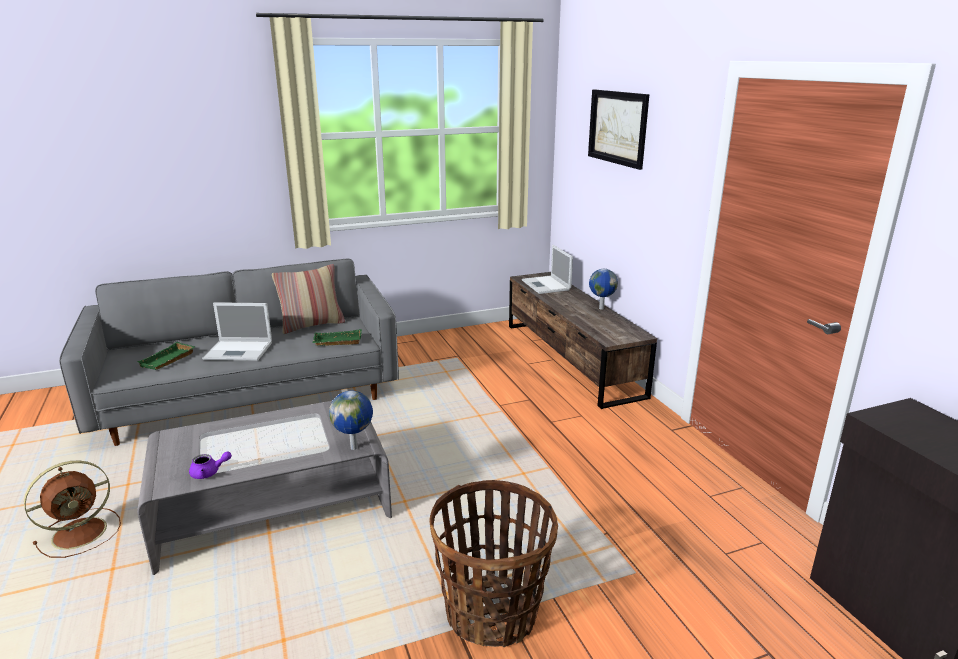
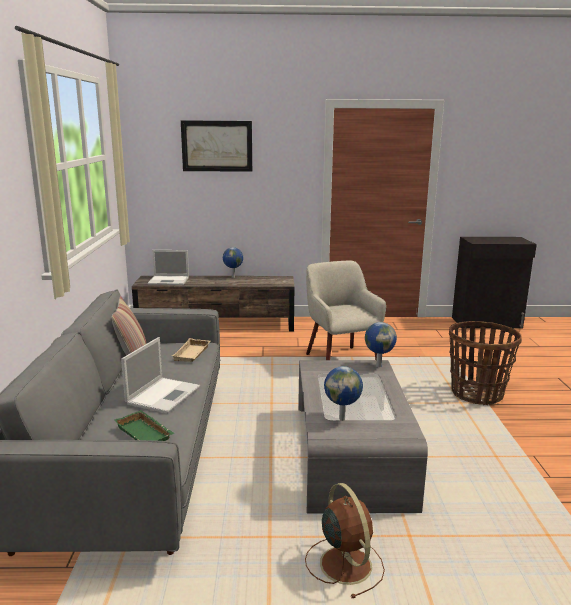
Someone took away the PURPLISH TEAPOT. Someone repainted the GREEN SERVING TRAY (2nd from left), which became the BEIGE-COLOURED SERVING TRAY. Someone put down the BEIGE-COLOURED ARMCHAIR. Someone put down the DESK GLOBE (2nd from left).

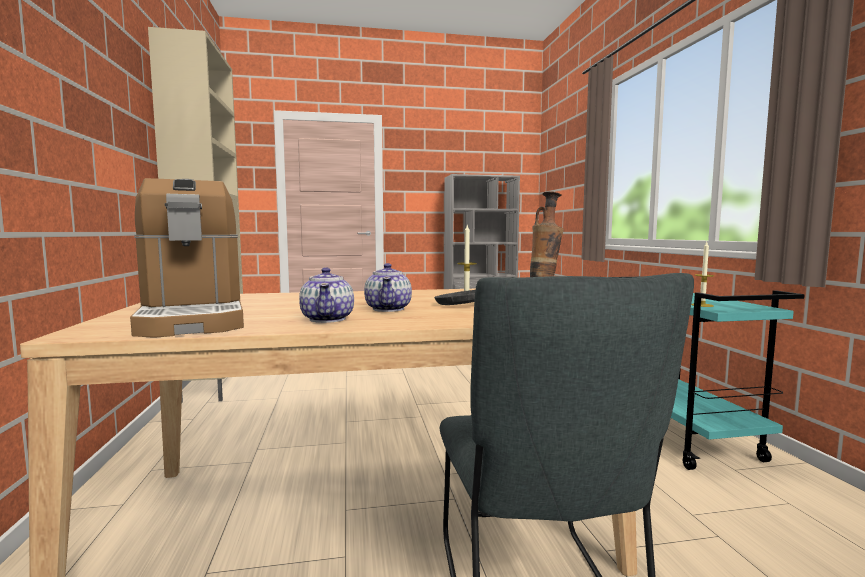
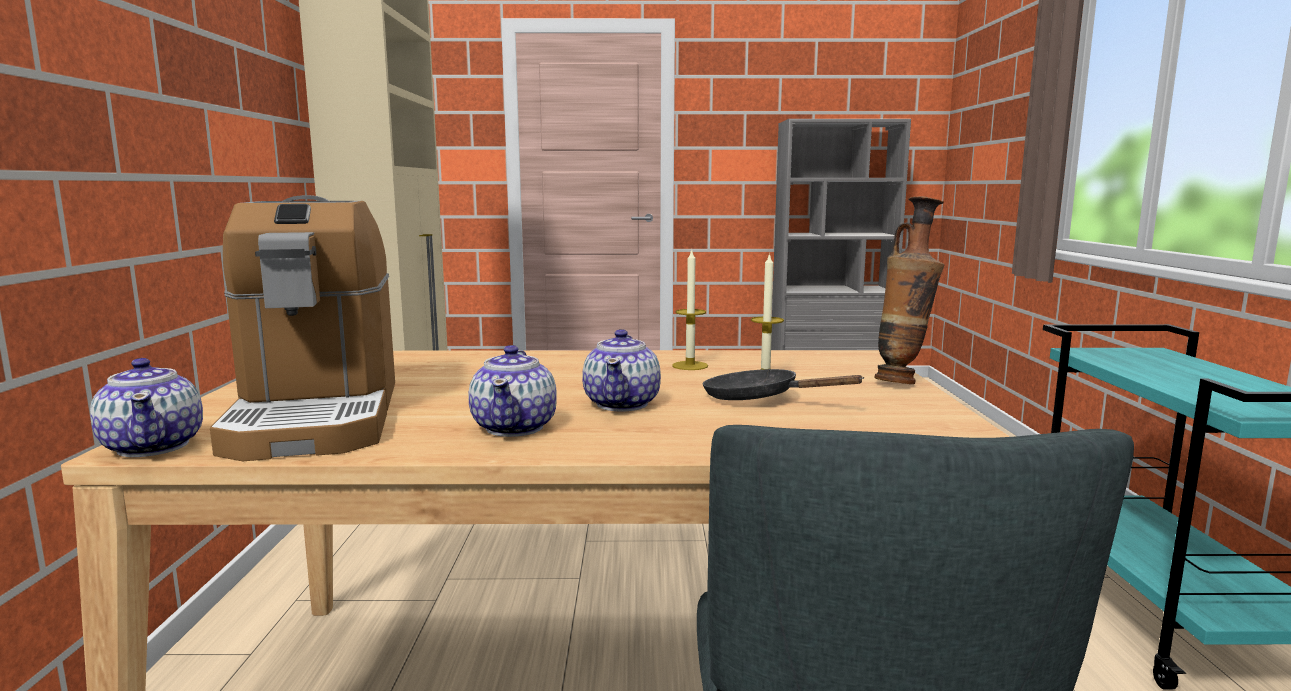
Someone carried the CANDLE (2nd from left in the first image). Someone put down the TEAPOT (1st from left).

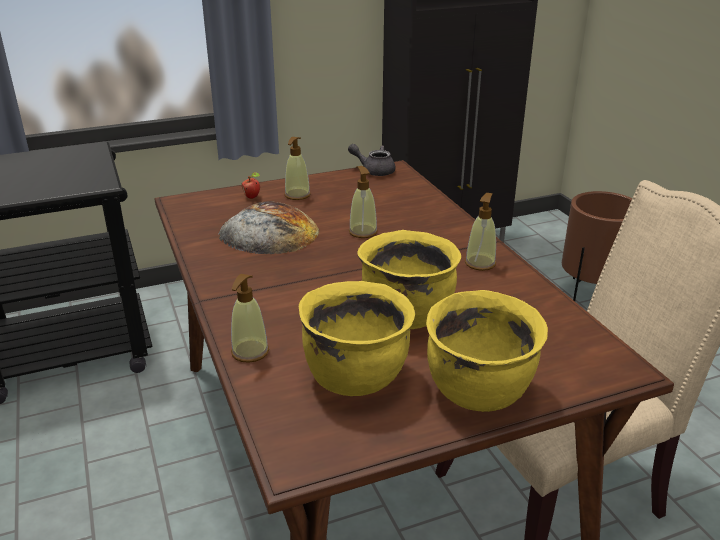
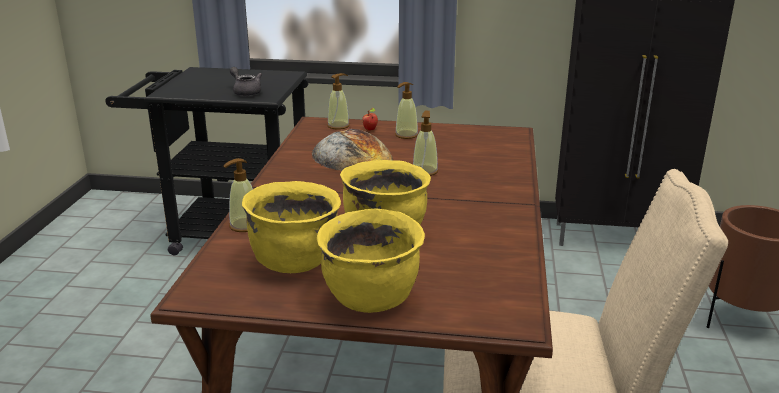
Someone carried the GREYISH TEAPOT. Someone carried the SOAP DISPENSER (4th from left in the first image).

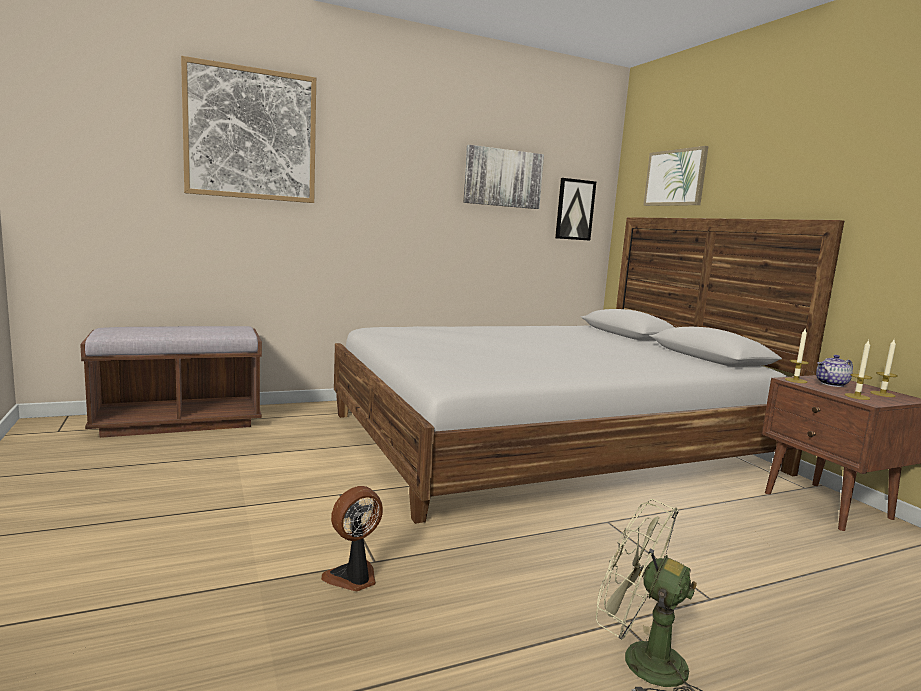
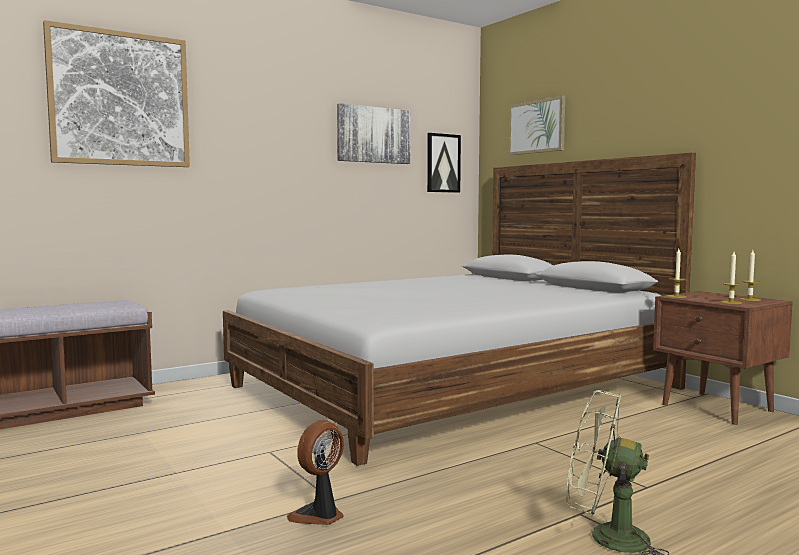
Someone took away the TEAPOT.

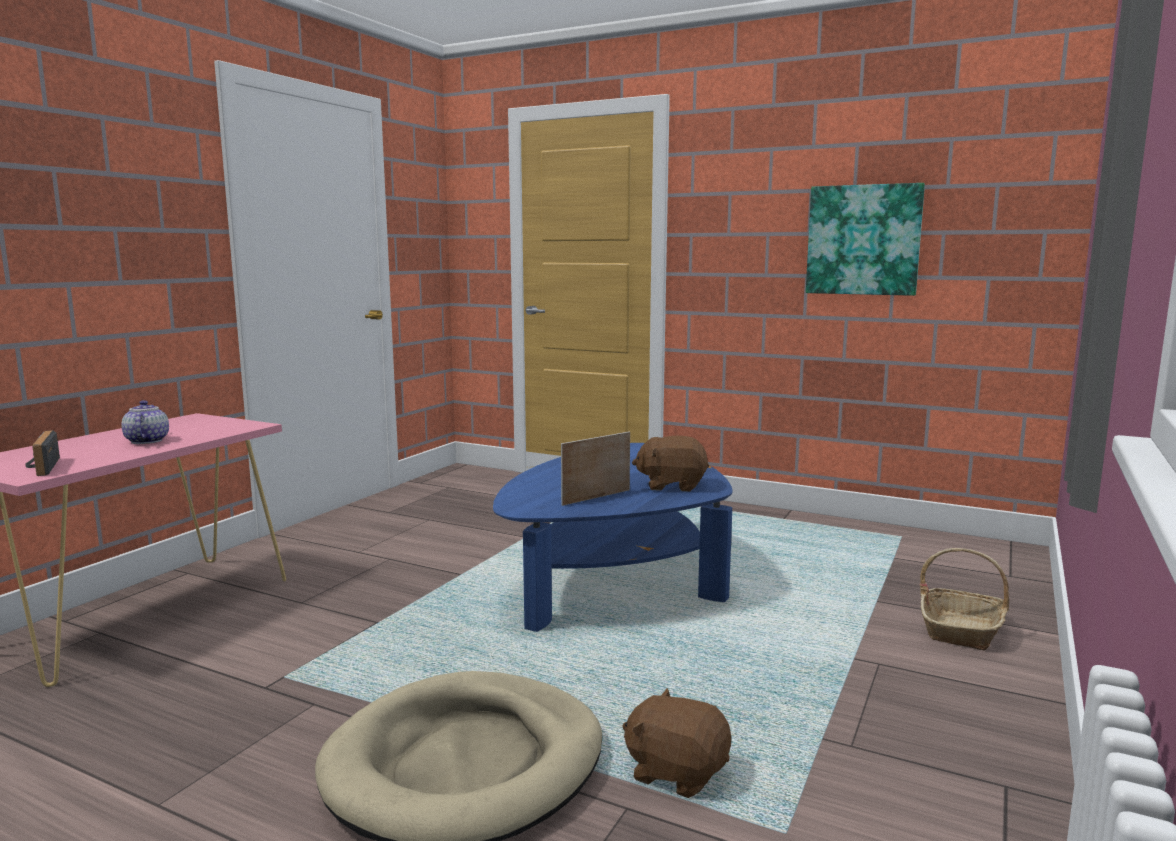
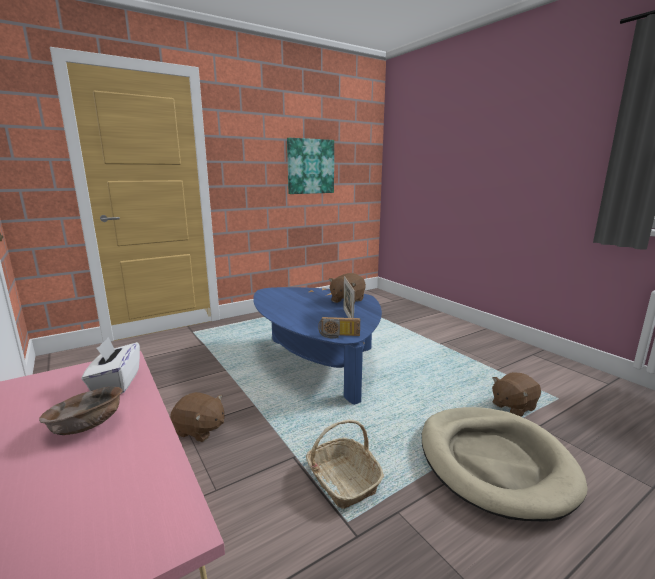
Someone carried the RADIO. Someone swapped the TEAPOT for the BROWN-COLOURED DEEP DISH. Someone carried the BASKET. Someone put down the WHITE-COLOURED BOX OF TISSUES. Someone put down the BROWN-COLOURED CUDDLY TOY (1st from left).

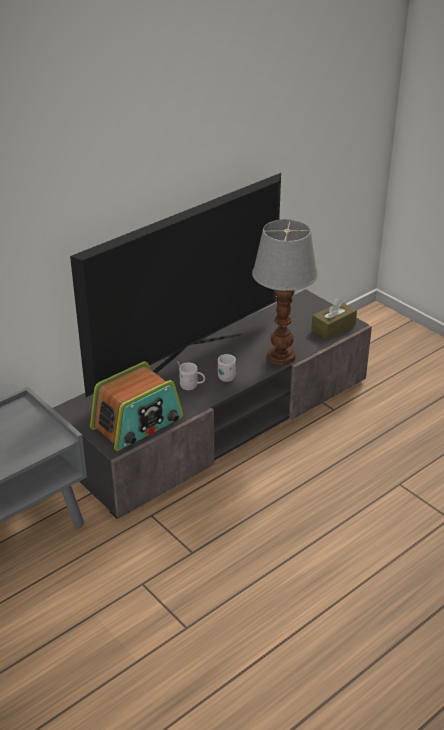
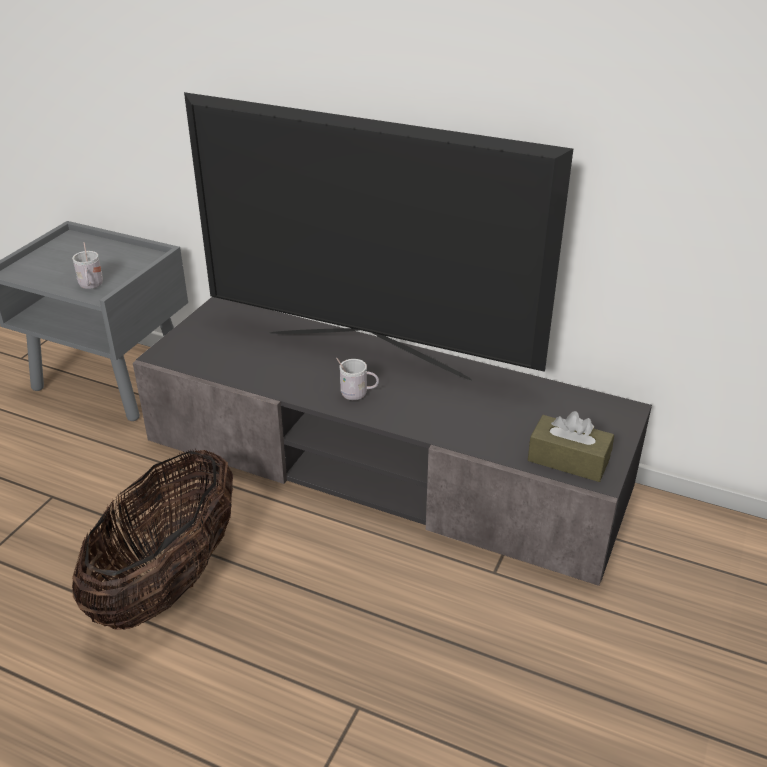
Someone took away the RADIO. Someone carried the WHITE-COLOURED COFFEE MUG (1st from left). Someone took away the TABLETOP LAMP. Someone put down the BASKET.

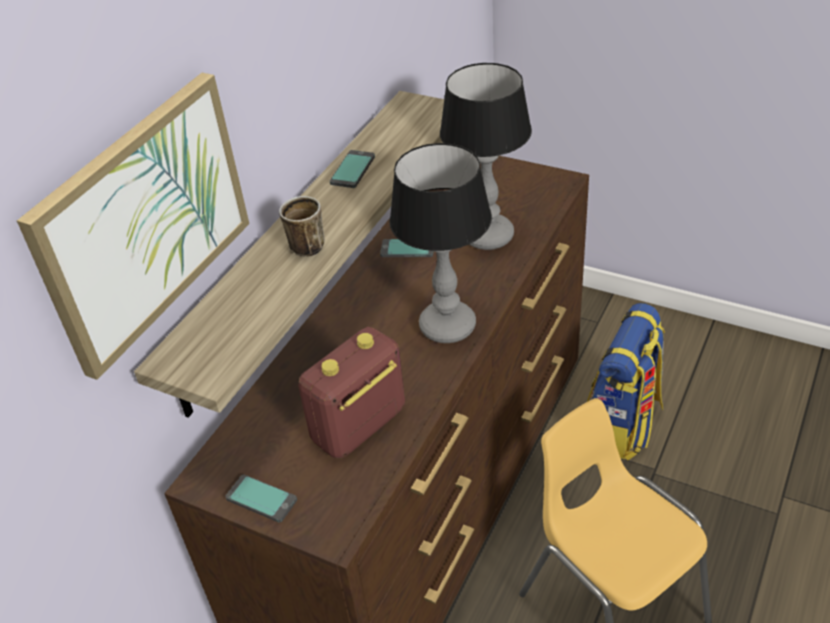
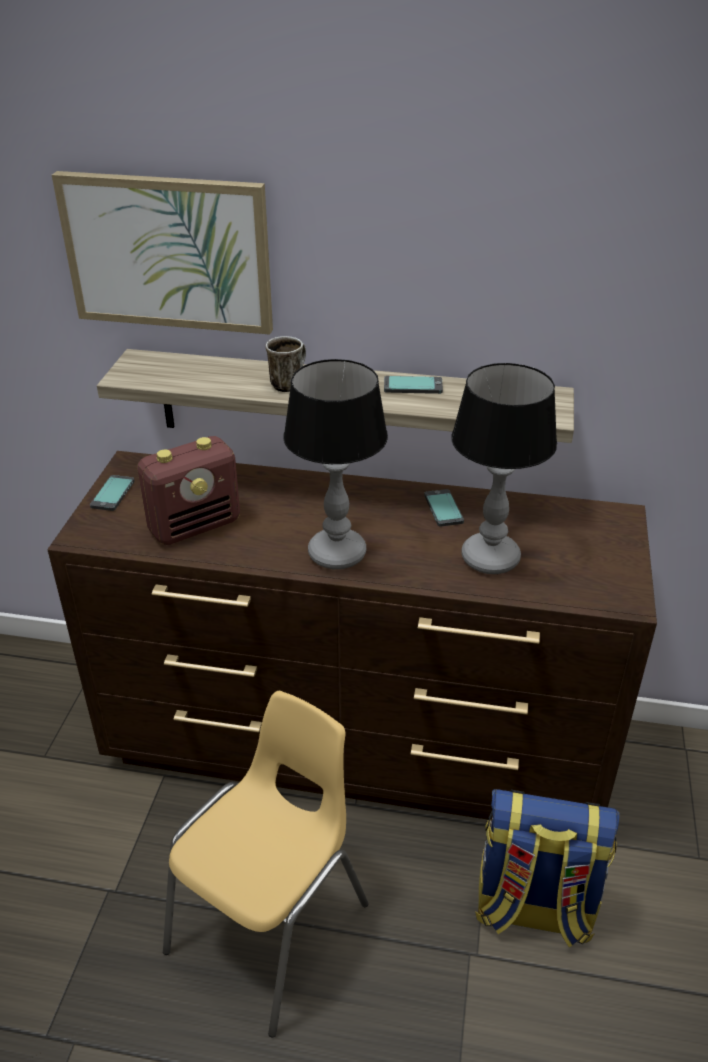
Someone rotated the RADIO by 120 degrees clockwise.

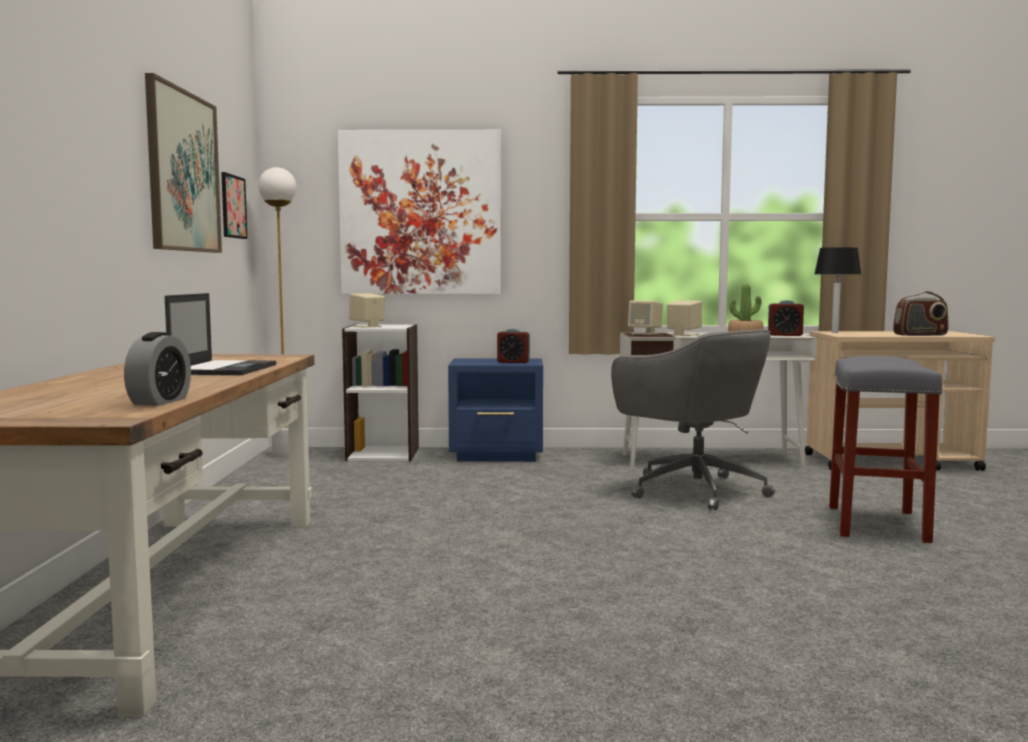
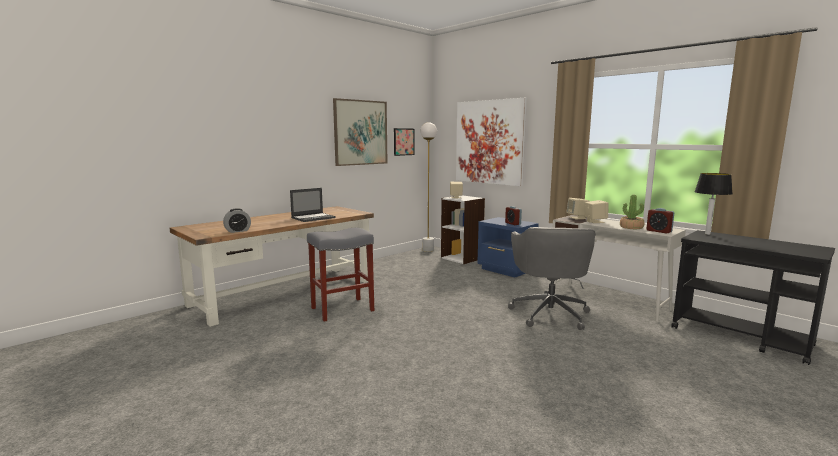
Someone repainted the BEIGE-COLOURED TROLLEY, which became the BLACKISH TROLLEY. Someone carried the GREYISH STOOL SEAT. Someone took away the RADIO.

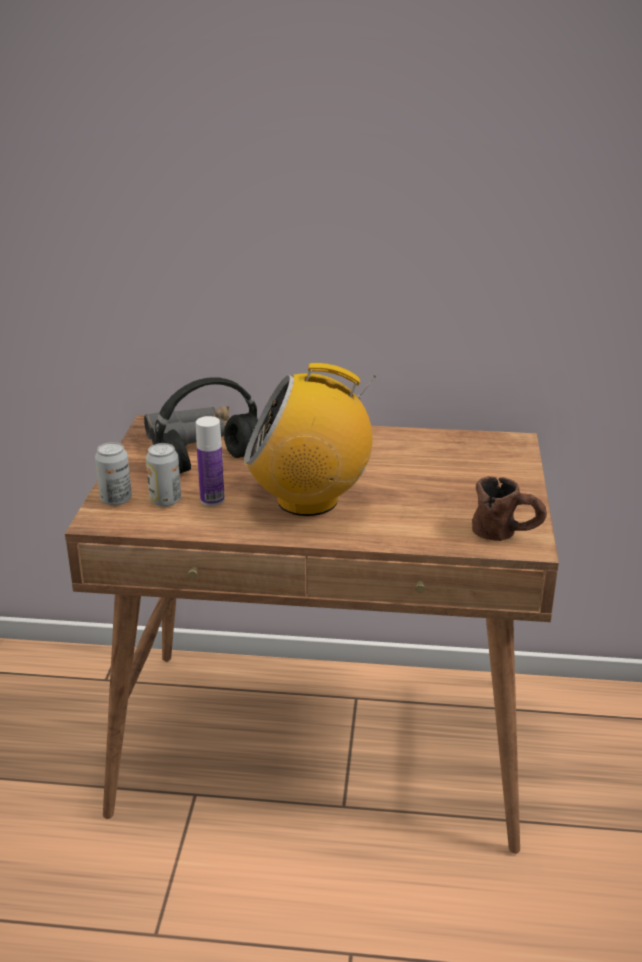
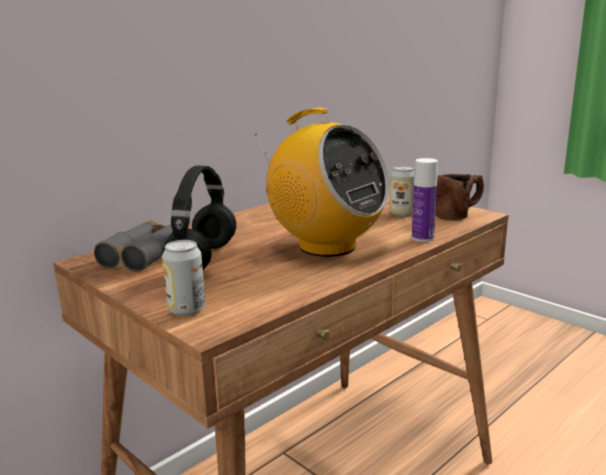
Someone carried the CAN (2nd from left). Someone carried the BEVERAGE BOTTLE. Someone rotated the RADIO by 90 degrees counterclockwise.

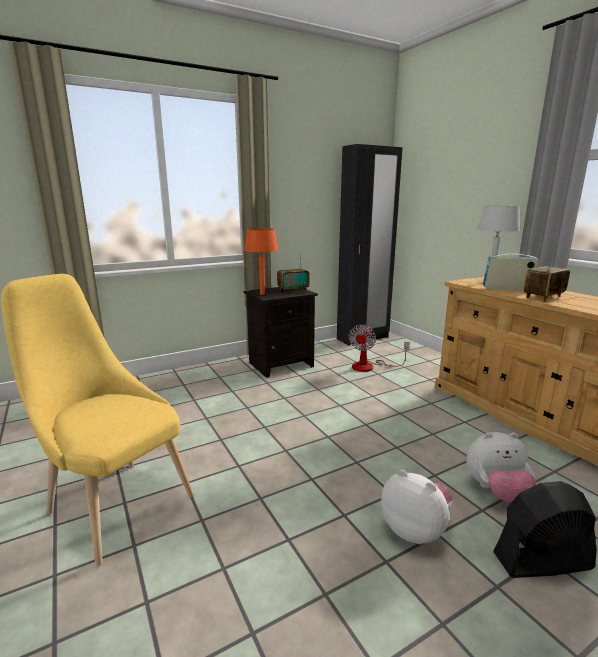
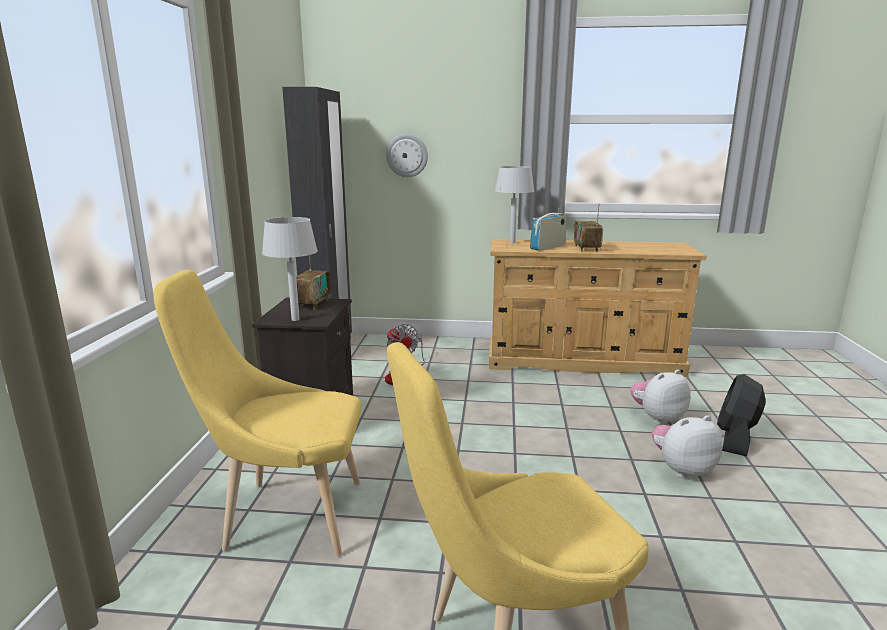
Someone repainted the ORANGEY TABLETOP LAMP, which became the GREYISH TABLETOP LAMP (1st from left). Someone rotated the CUDDLY TOY (2nd from left in the first image) by 150 degrees counterclockwise. Someone put down the YELLOW CHAIR (1st from left). Someone put up the WALL CLOCK.

